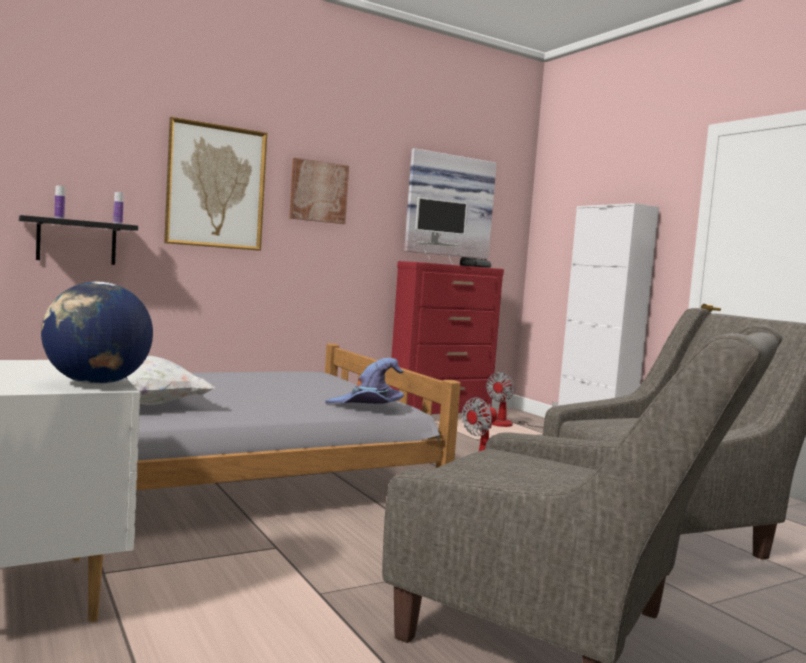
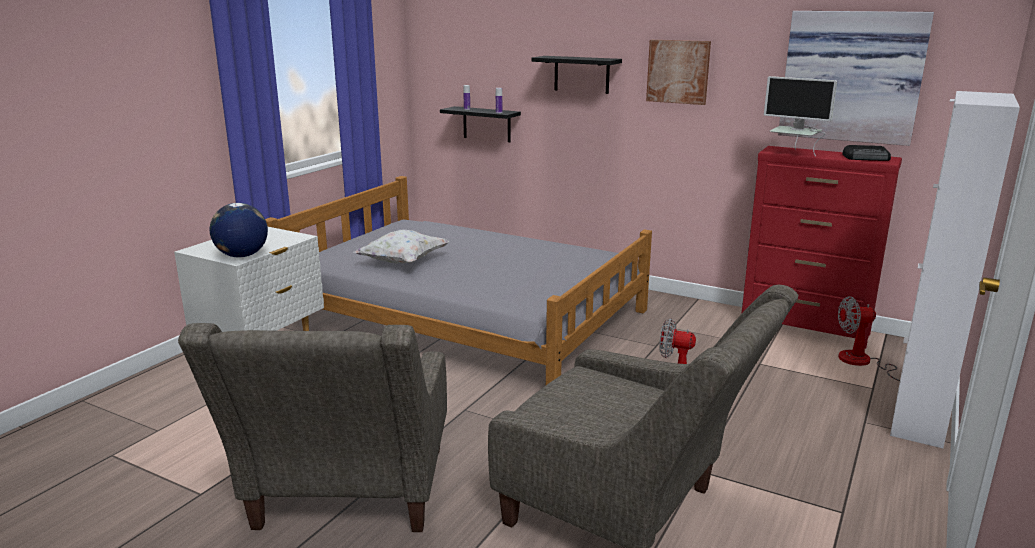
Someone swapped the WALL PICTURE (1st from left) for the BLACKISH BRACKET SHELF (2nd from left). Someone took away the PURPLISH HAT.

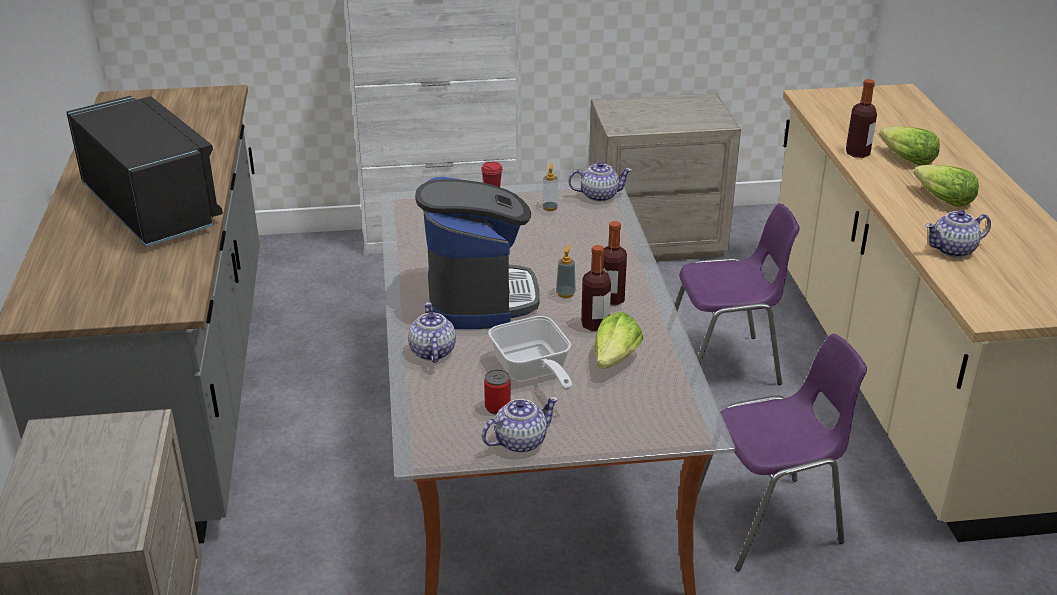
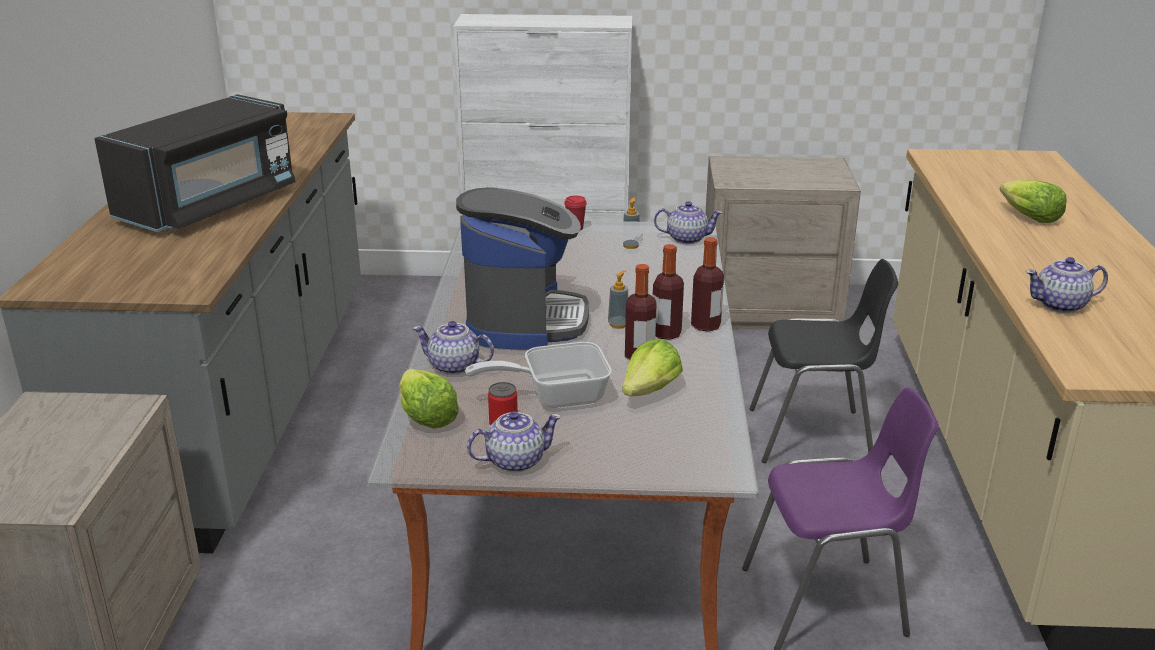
Someone rotated the BLACKISH KITCHEN MICROWAVE by 60 degrees clockwise. Someone rotated the TEAPOT (1st from left) by 75 degrees counterclockwise. Someone rotated the SKILLET by 90 degrees clockwise. Someone repainted the PURPLISH CHAIR (1st from left), which became the BLACKISH CHAIR. Someone carried the BEVERAGE BOTTLE (3rd from left). Someone carried the LETTUCE (3rd from left in the first image).

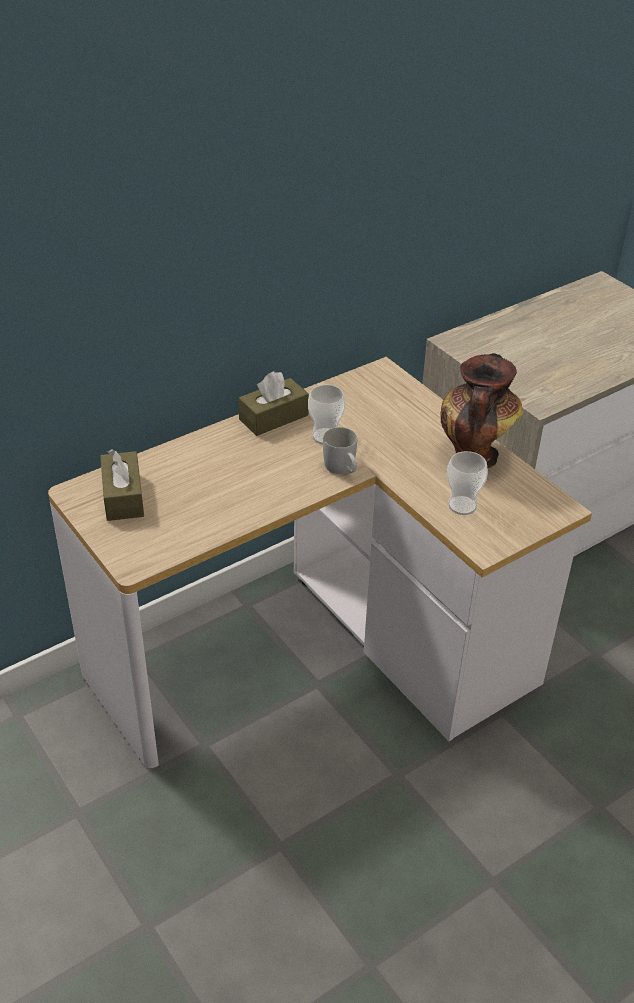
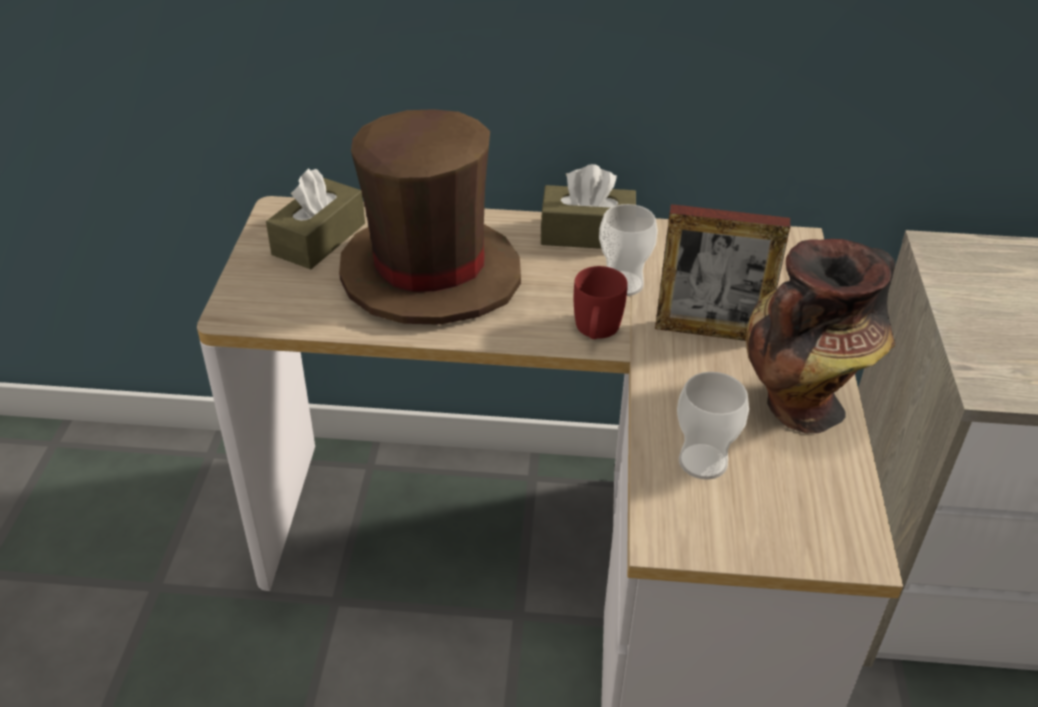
Someone repainted the WHITE-COLOURED COFFEE MUG, which became the RED-COLOURED COFFEE MUG. Someone put down the BROWN-COLOURED HAT. Someone put down the PICTURE FRAME.

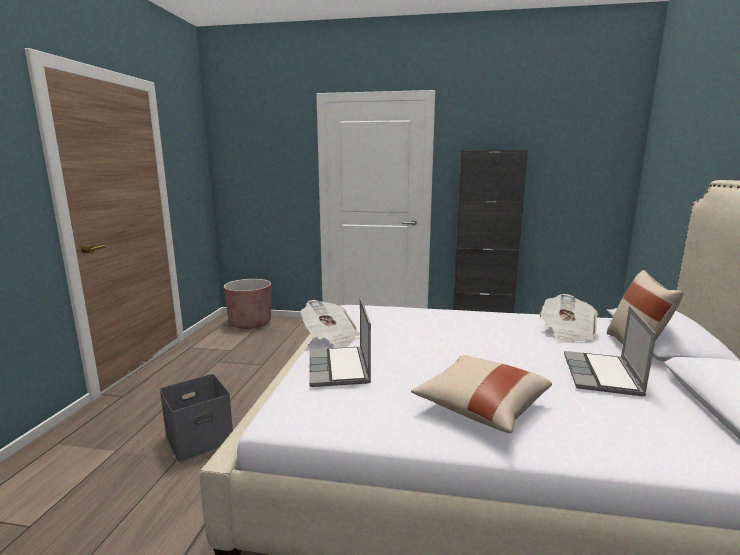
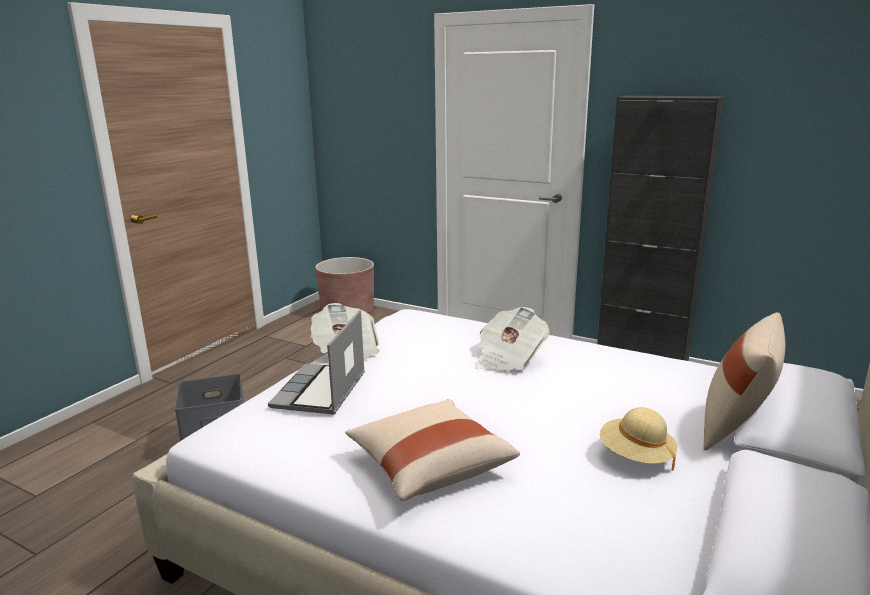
Someone carried the DAILY PAPER (2nd from left). Someone swapped the NOTEBOOK COMPUTER (2nd from left) for the BEIGE-COLOURED HAT.

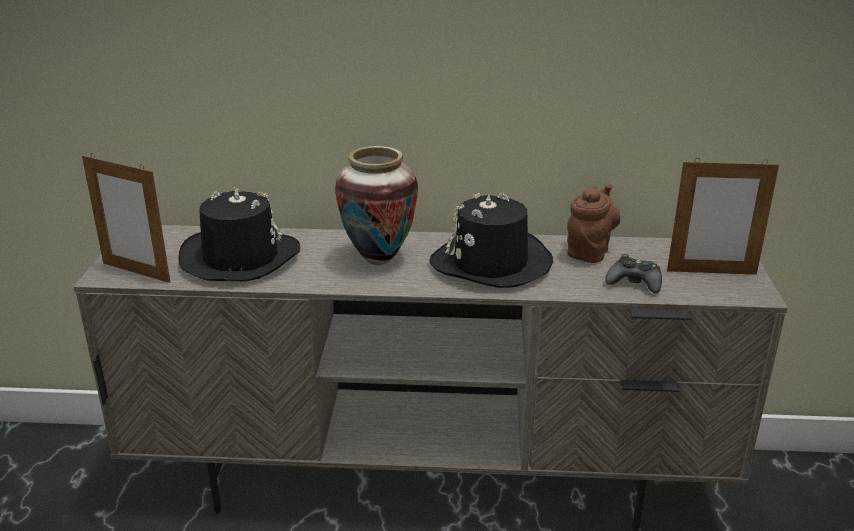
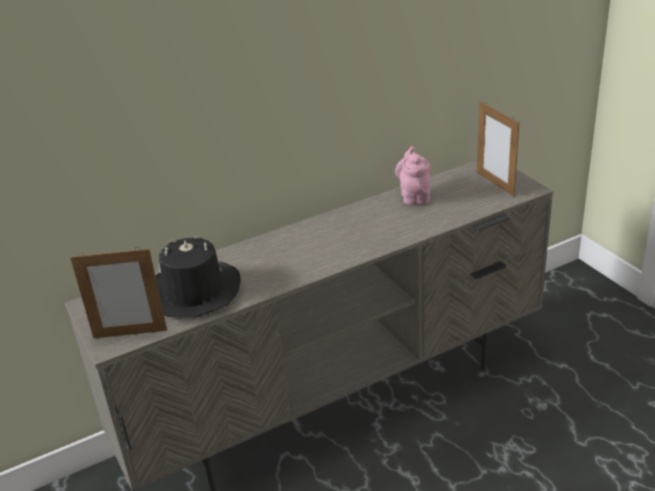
Someone took away the FLOWER VASE. Someone took away the BLACKISH HAT (2nd from left). Someone repainted the BROWN-COLOURED TEAPOT, which became the PINKISH TEAPOT. Someone took away the BLACKISH JOYPAD. Someone rotated the PICTURE FRAME (2nd from left) by 90 degrees clockwise.

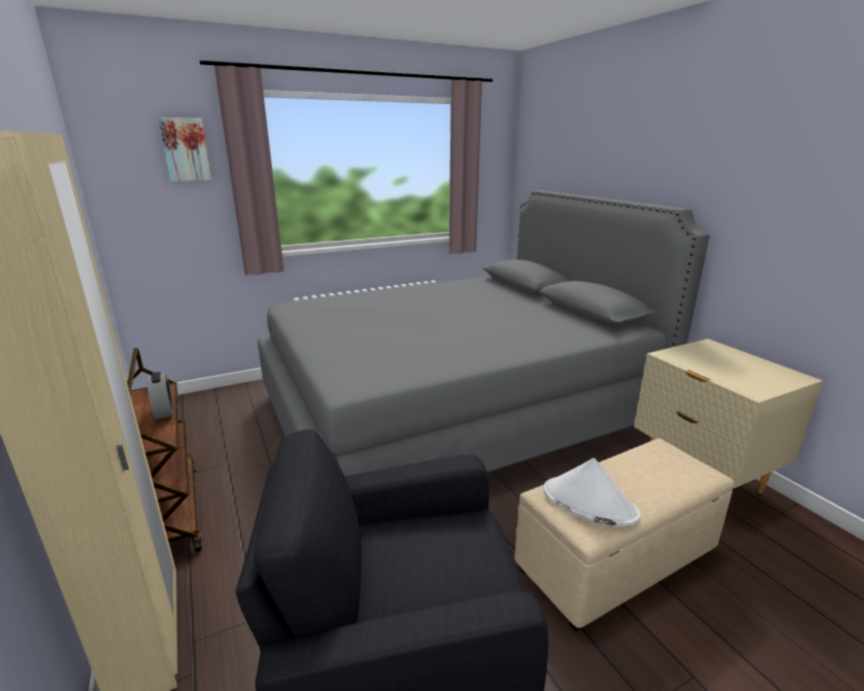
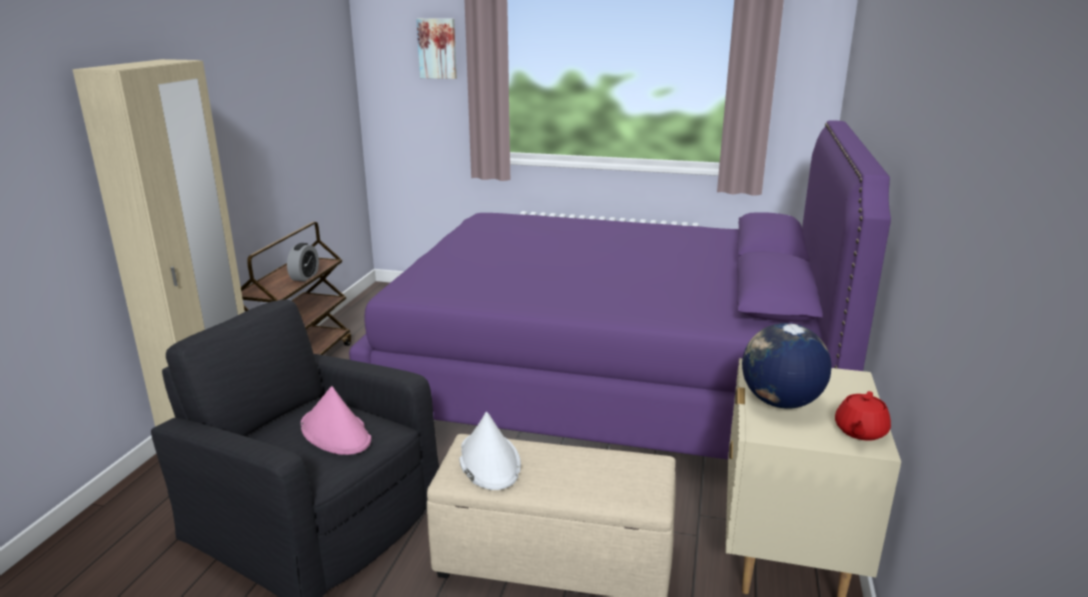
Someone repainted the GREYISH SLEEPING BED, which became the PURPLISH SLEEPING BED. Someone put down the PINKISH HAT. Someone put down the DESK GLOBE. Someone put down the RED-COLOURED TEAPOT.

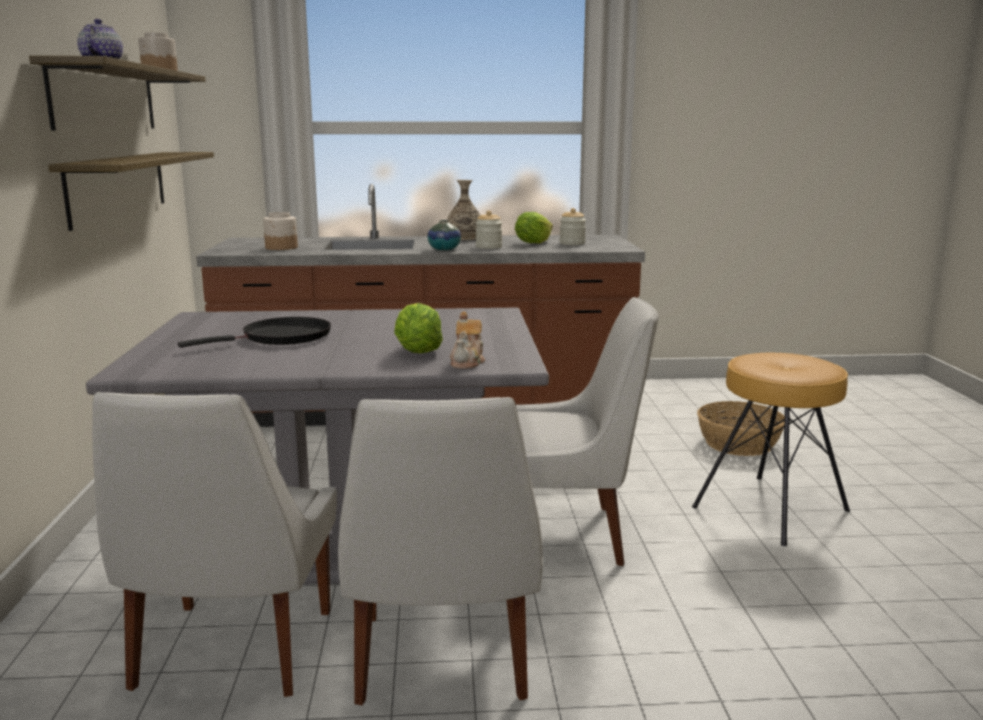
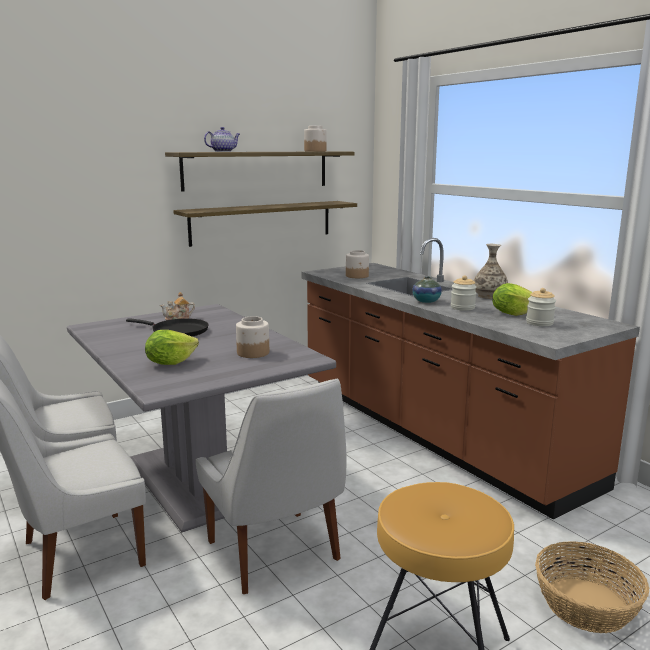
Someone carried the TEAPOT (2nd from left in the first image). Someone put down the PRESERVE JAR (1st from left).

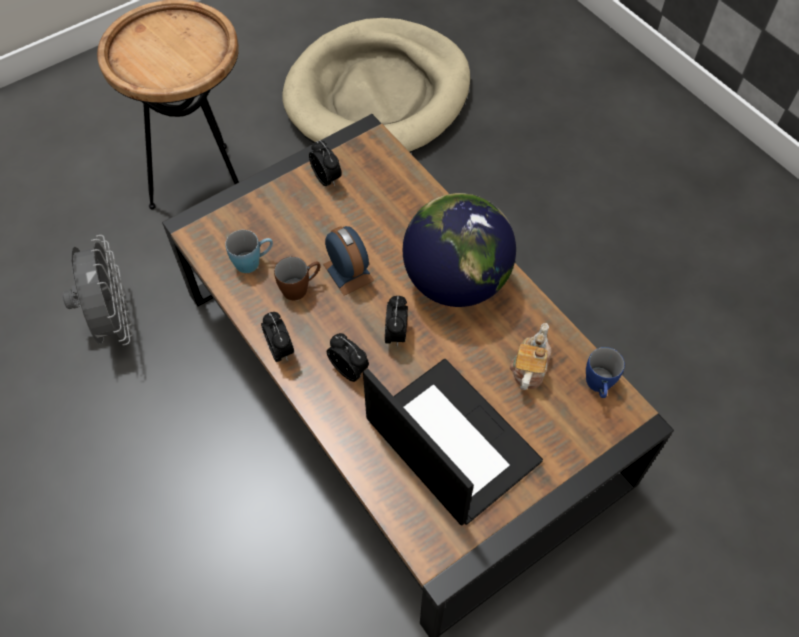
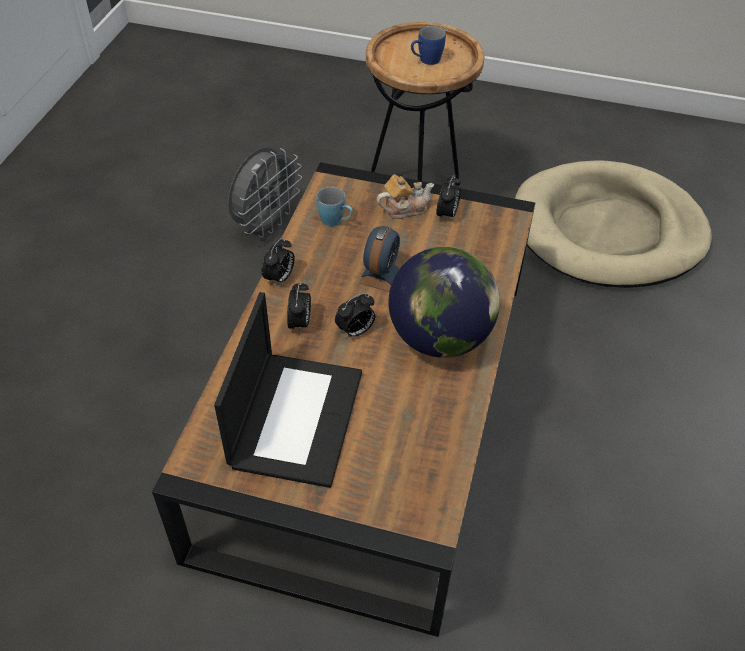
Someone took away the BROWN-COLOURED COFFEE MUG. Someone carried the TEAPOT. Someone carried the BLUE COFFEE MUG (2nd from left).

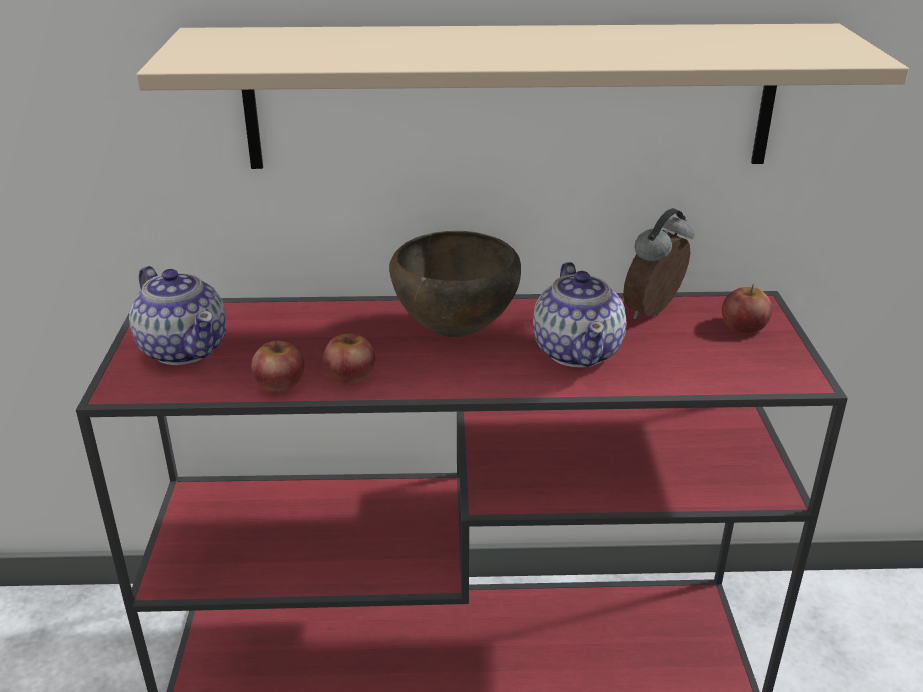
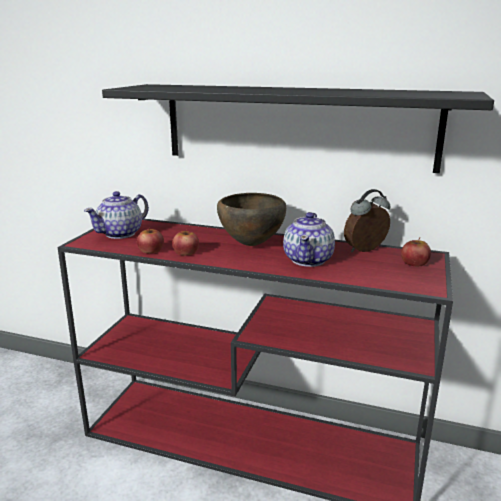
Someone rotated the TEAPOT (1st from left) by 60 degrees clockwise. Someone repainted the BEIGE-COLOURED BRACKET SHELF, which became the BLACKISH BRACKET SHELF.

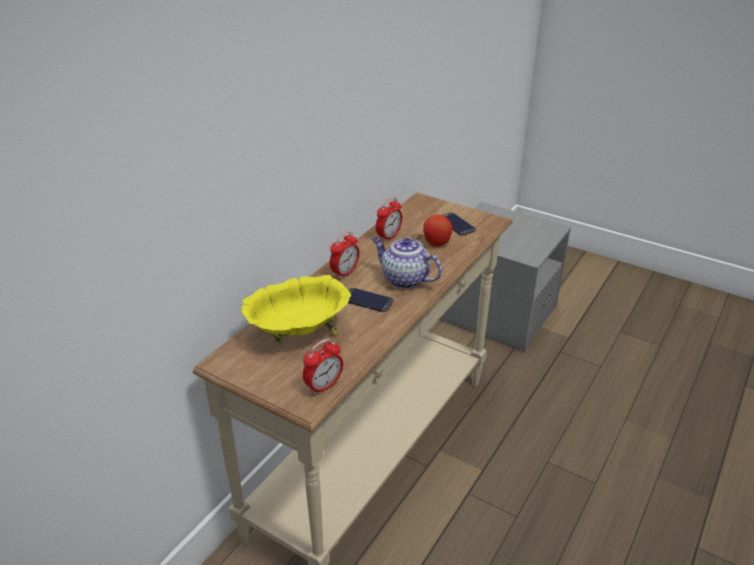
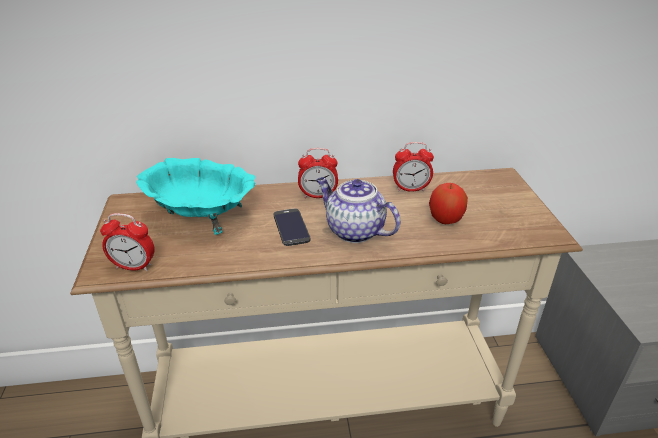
Someone repainted the YELLOW DEEP DISH, which became the BLUE-GREEN DEEP DISH. Someone rotated the TEAPOT by 45 degrees counterclockwise. Someone took away the HANDSET (2nd from left).

